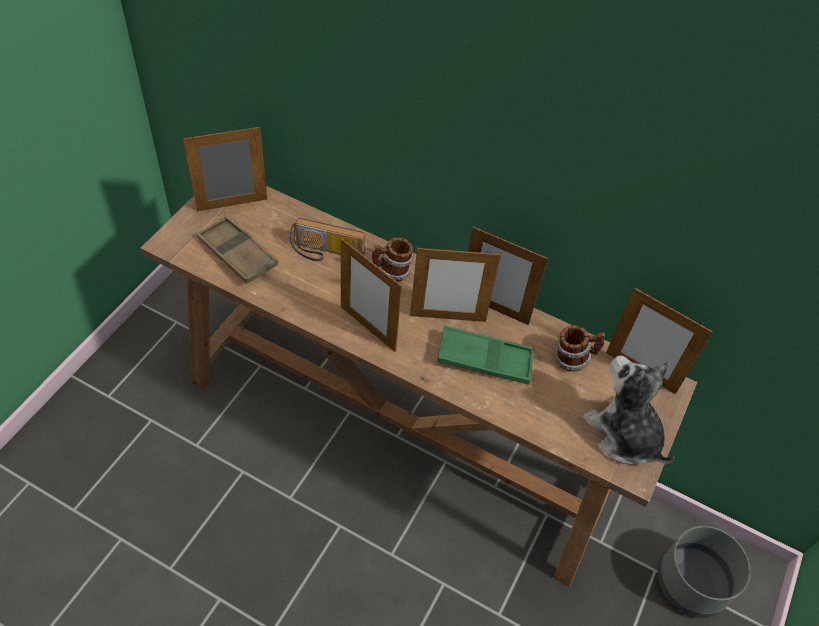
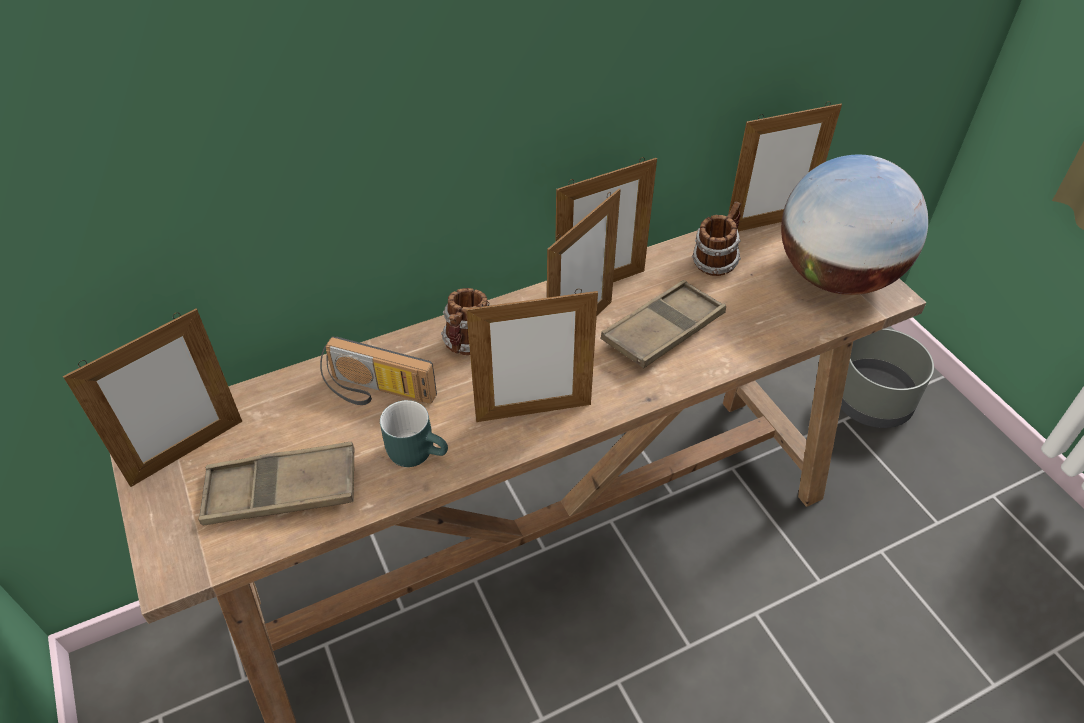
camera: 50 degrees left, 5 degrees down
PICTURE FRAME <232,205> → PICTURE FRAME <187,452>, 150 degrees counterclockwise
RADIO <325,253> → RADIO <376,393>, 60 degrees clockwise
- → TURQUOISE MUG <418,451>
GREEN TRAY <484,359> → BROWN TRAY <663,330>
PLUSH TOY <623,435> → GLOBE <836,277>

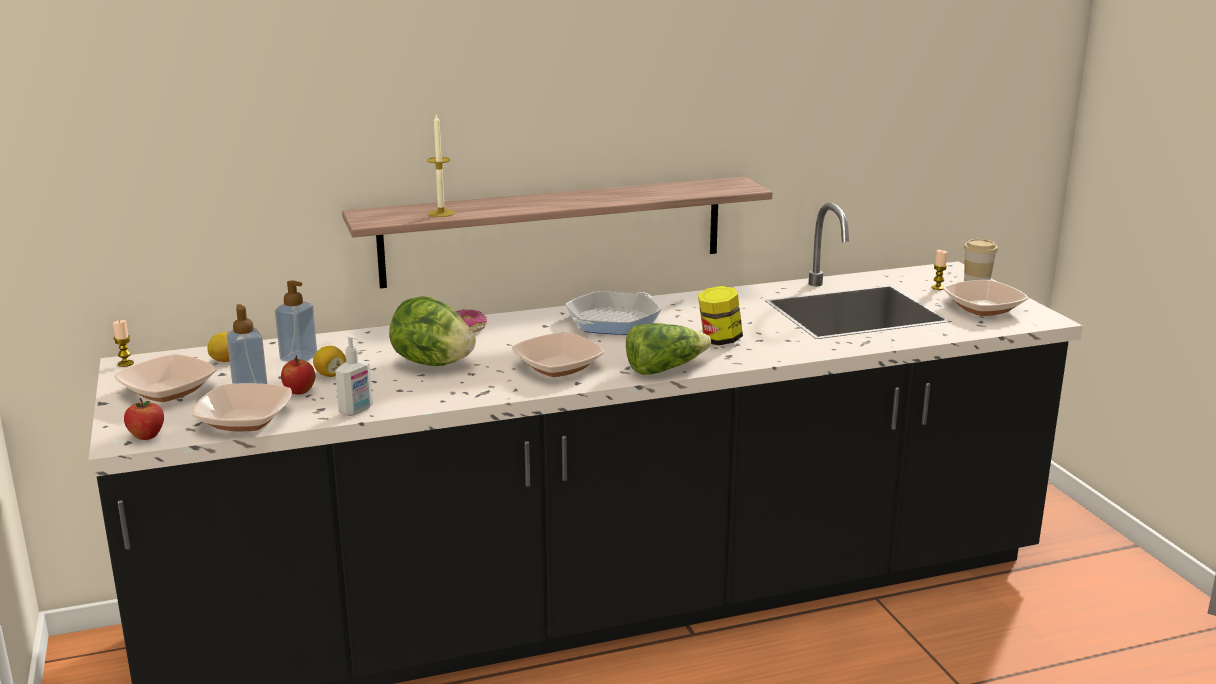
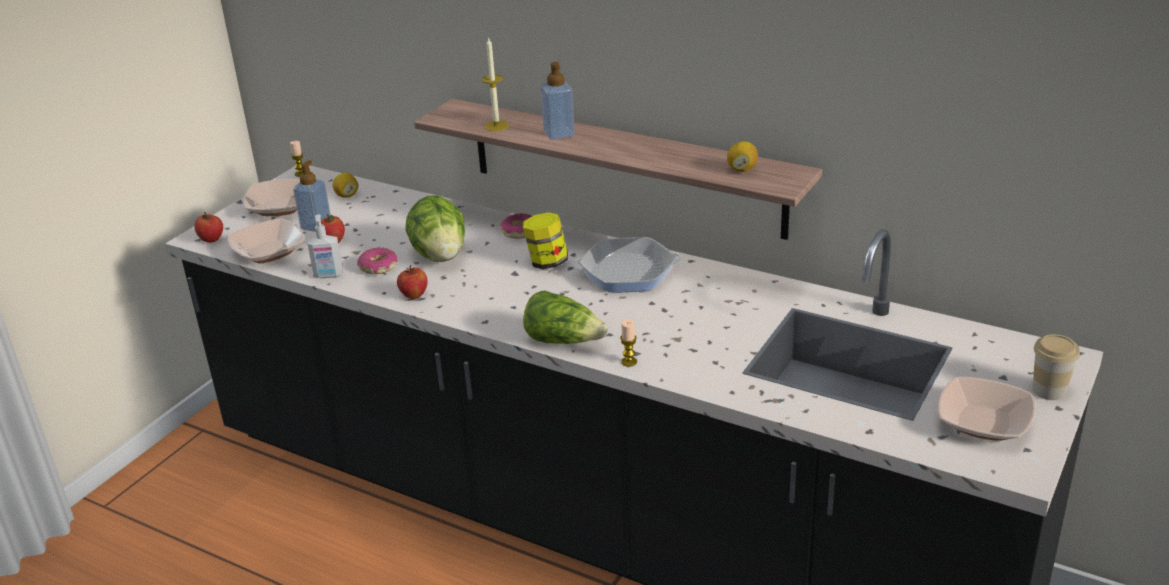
camera: 50 degrees right, 10 degrees up
- → DONUT <378,267>
- → APPLE <414,295>
JAR <719,340> → JAR <547,262>, relocated
SOAP DISPENSER <299,358> → SOAP DISPENSER <559,134>, relocated
CANDLE <938,288> → CANDLE <629,362>, relocated
LEMON <330,375> → LEMON <742,169>, relocated
BOWL <558,367> → -

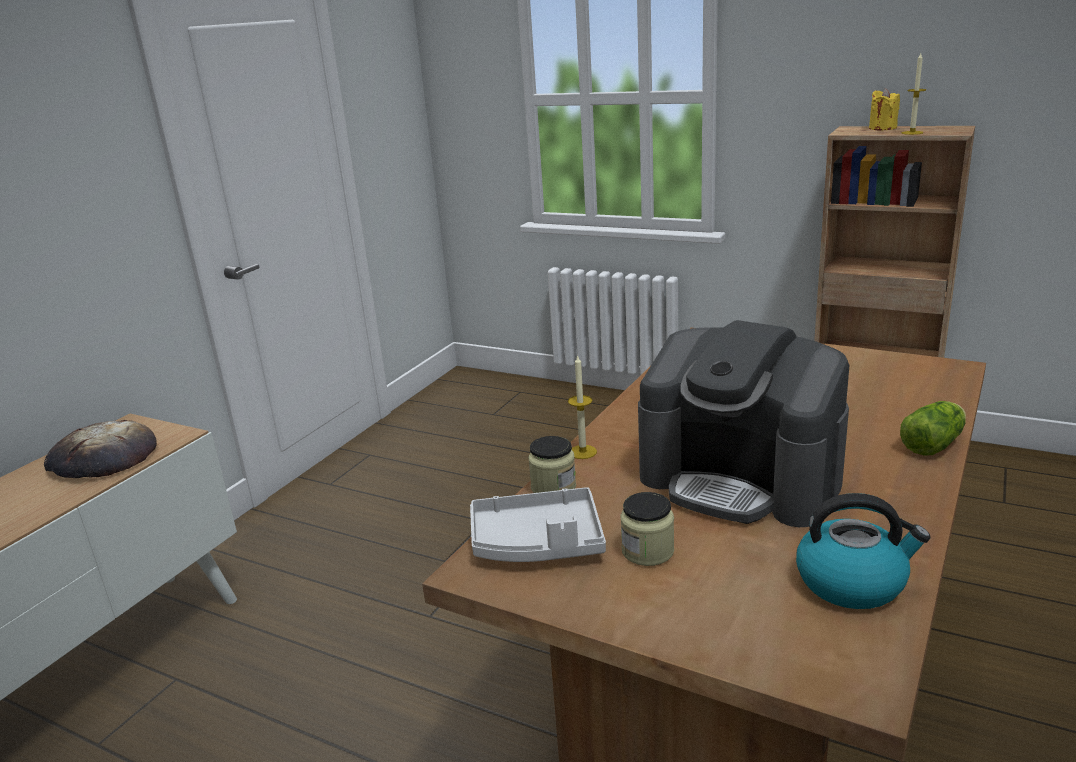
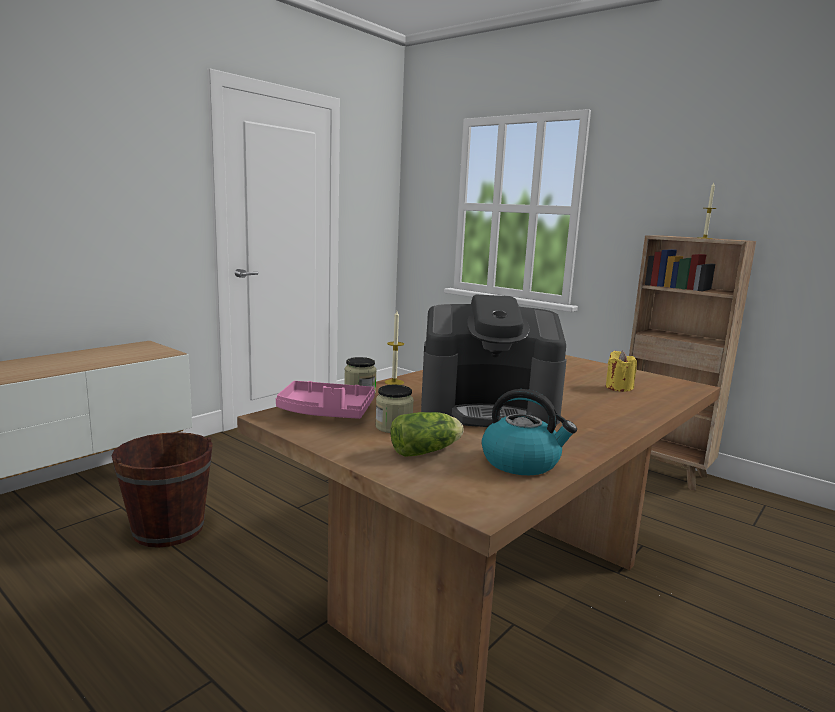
camera: 10 degrees right, 10 degrees down
- → BROWN BUCKET <168,529>
GREY TRAY <538,543> → PINK TRAY <326,412>
LETTUCE <934,444> → LETTUCE <427,451>, relocated
COFFEE MACHINE <741,479> → COFFEE MACHINE <489,408>, 45 degrees counterclockwise
YELLOW CANDLE <882,128> → YELLOW CANDLE <618,388>, relocated
BREAD <103,458> → -

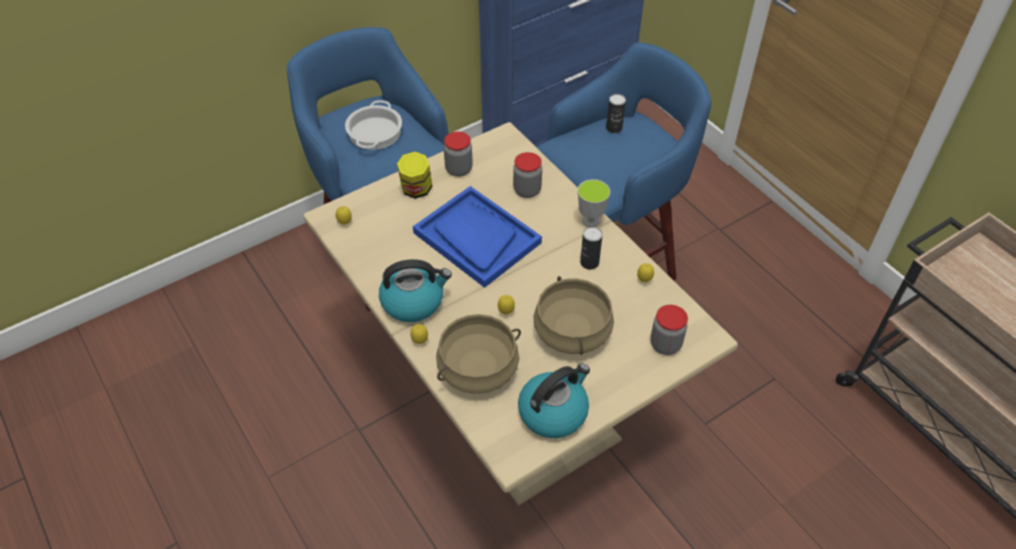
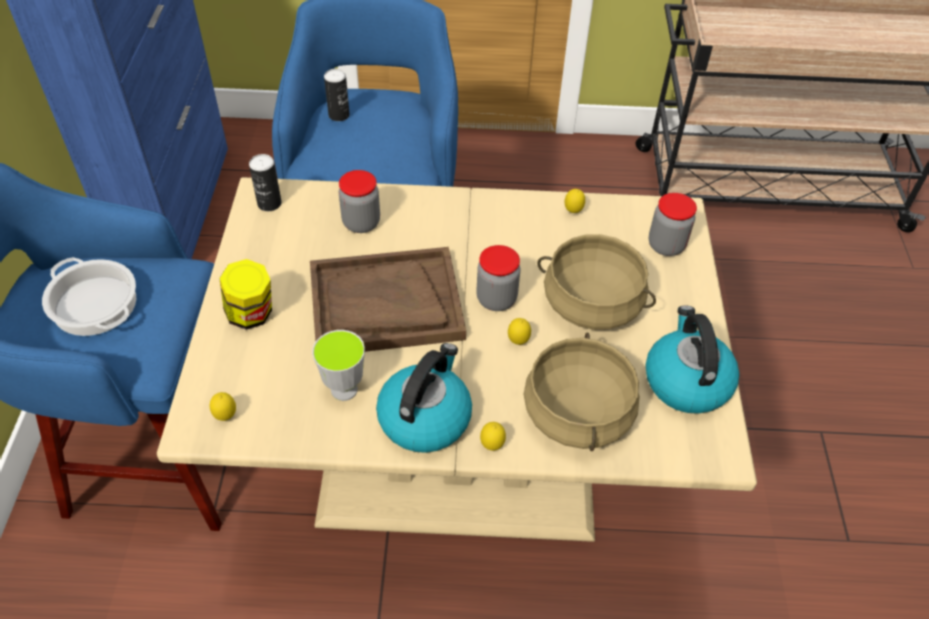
camera: 55 degrees left, 0 degrees up
CAN <589,262> → CAN <269,203>, relocated
BLUE TRAY <476,238> → BROWN TRAY <385,304>
CUP <590,220> → CUP <344,389>, relocated
JAR <459,169> → JAR <496,299>, relocated

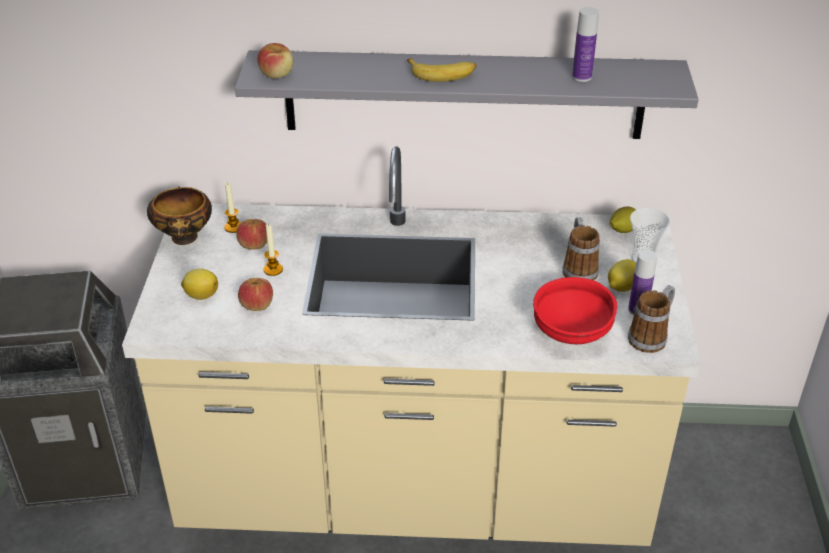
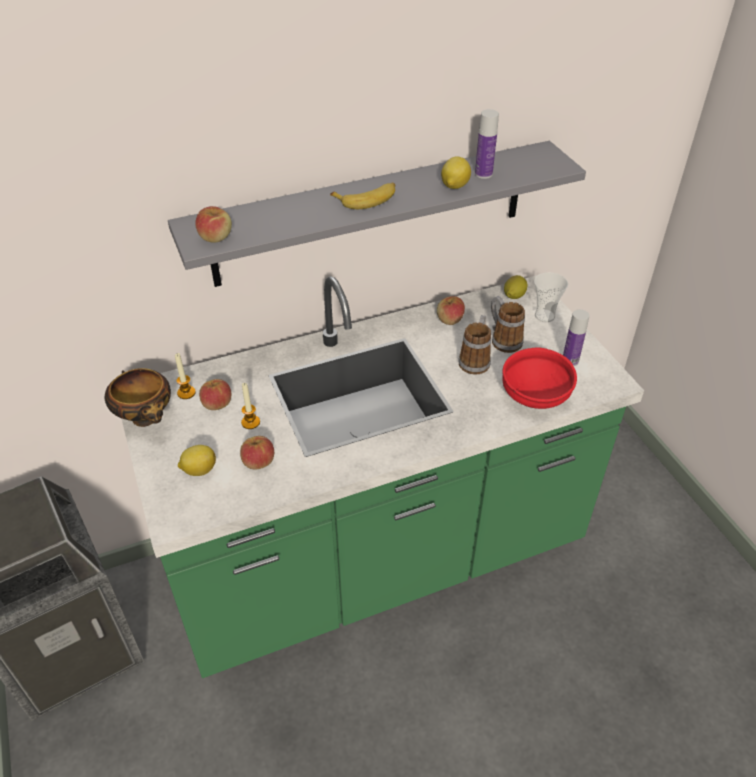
camera: 25 degrees left, 5 degrees up
BEIGE COUNTER <414,490> → GREEN COUNTER <378,559>
- → APPLE <449,320>
LEMON <621,287> → LEMON <454,186>, relocated
MUG <651,336> → MUG <475,360>, relocated

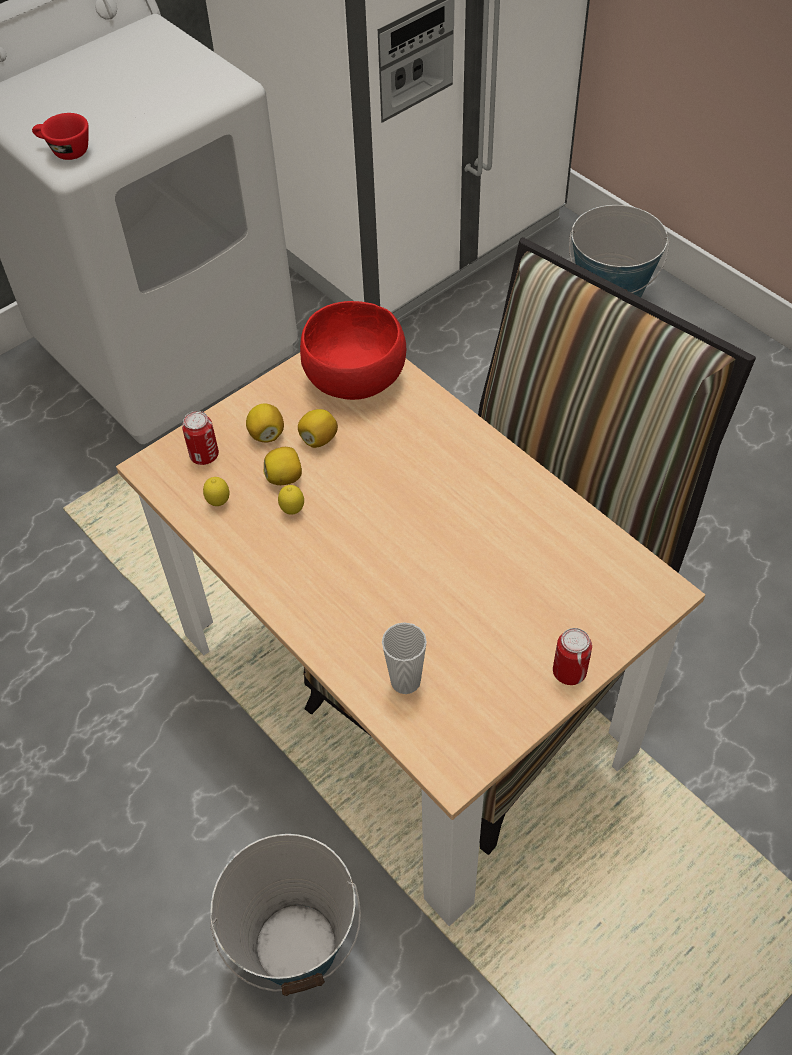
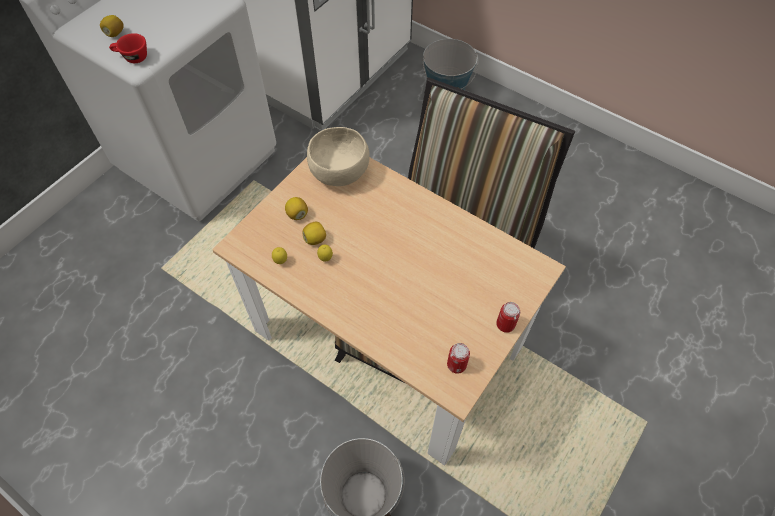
camera: 15 degrees left, 5 degrees up
LEMON <318,439> → LEMON <115,33>, relocated
RED BOWL <356,379> → BEIGE BOWL <340,172>
CAN <204,455> → CAN <456,365>, relocated
CUP <405,681> → -

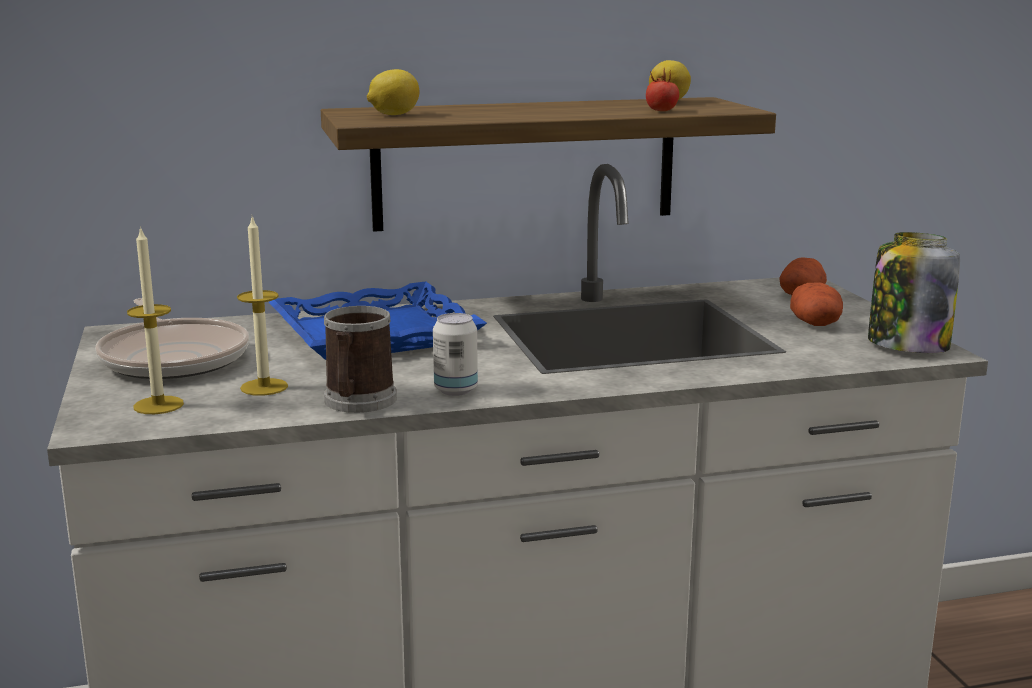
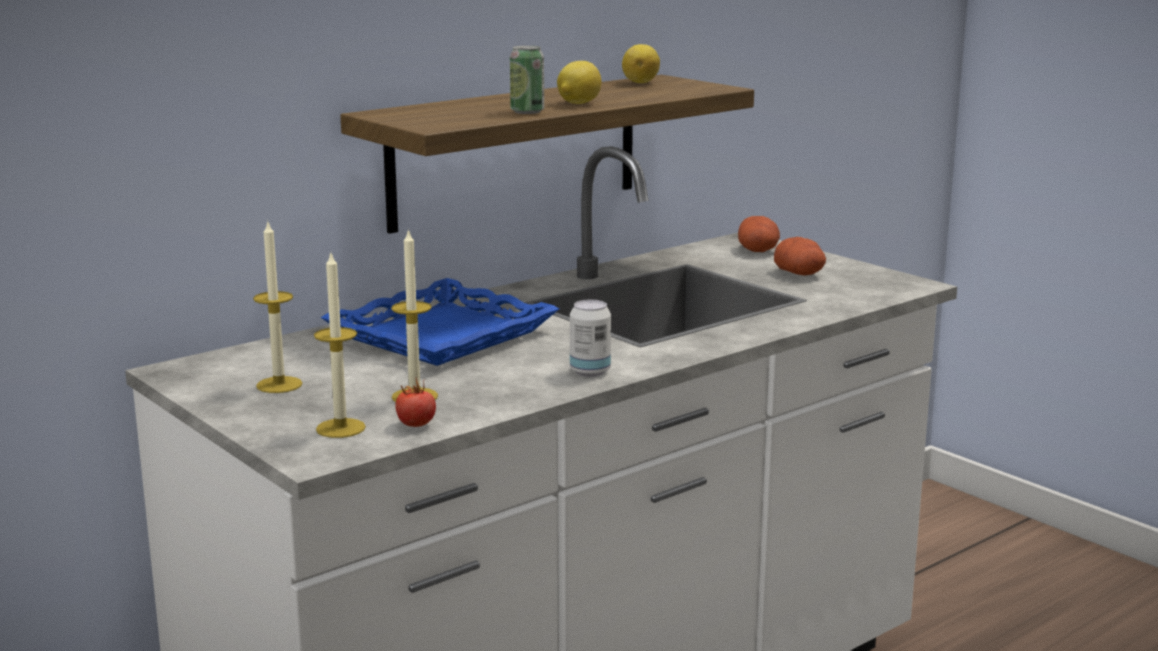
camera: 25 degrees left, 0 degrees up
FRYING PAN <173,357> → CANDLE <279,385>
TOMATO <661,111> → TOMATO <416,424>, relocated
- → CAN <527,111>
LEMON <393,114> → LEMON <578,103>, relocated
MUG <357,402> → -
JAR <906,345> → -

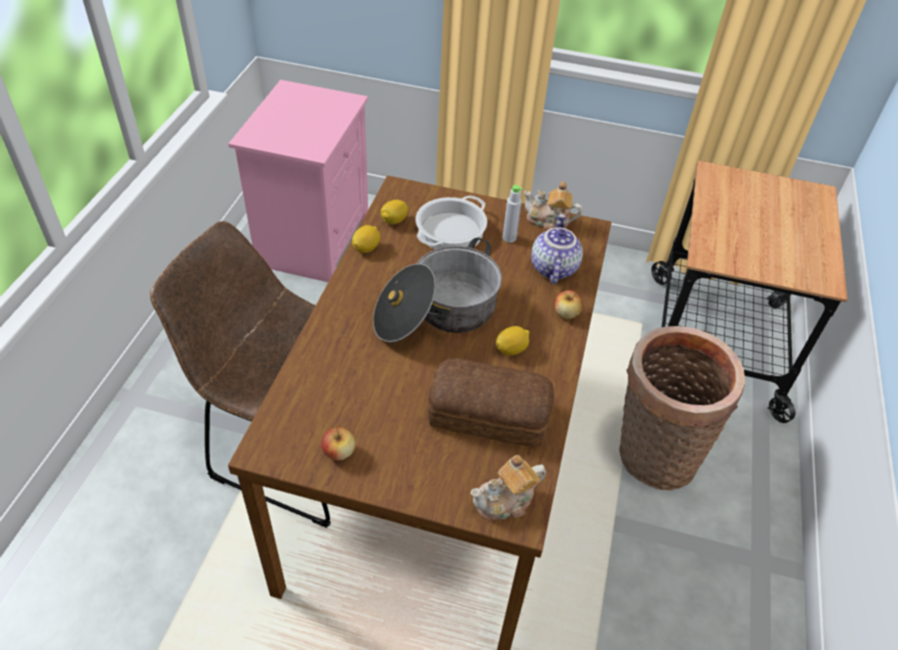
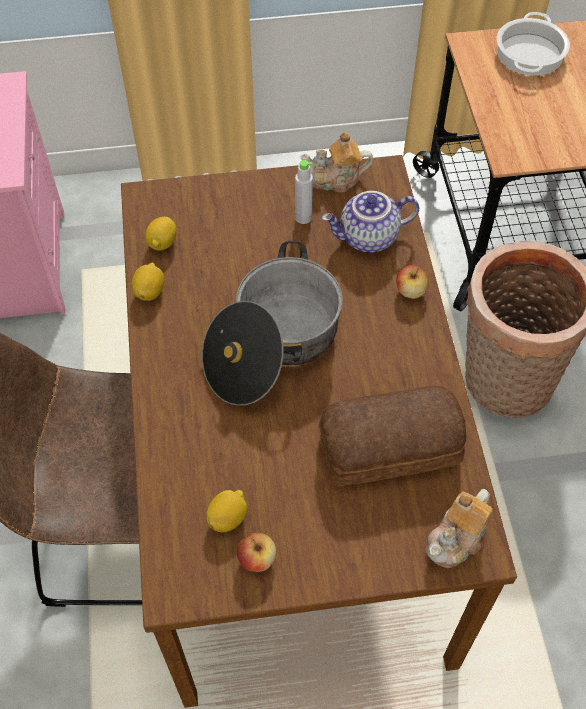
camera: 20 degrees left, 10 degrees up
LEMON <511,349> → LEMON <228,518>, relocated
TEAPOT <552,268> → TEAPOT <368,238>, 90 degrees counterclockwise
COOKING POT <451,232> → COOKING POT <530,54>, relocated

